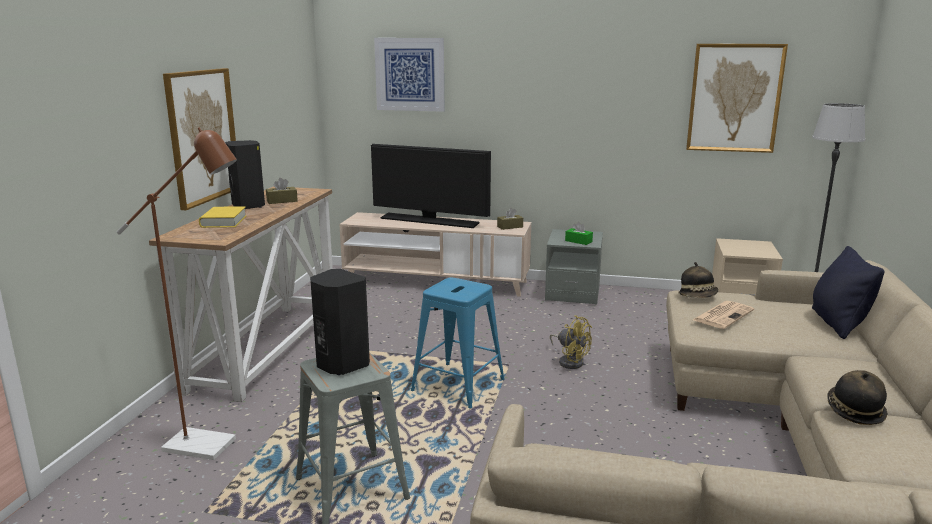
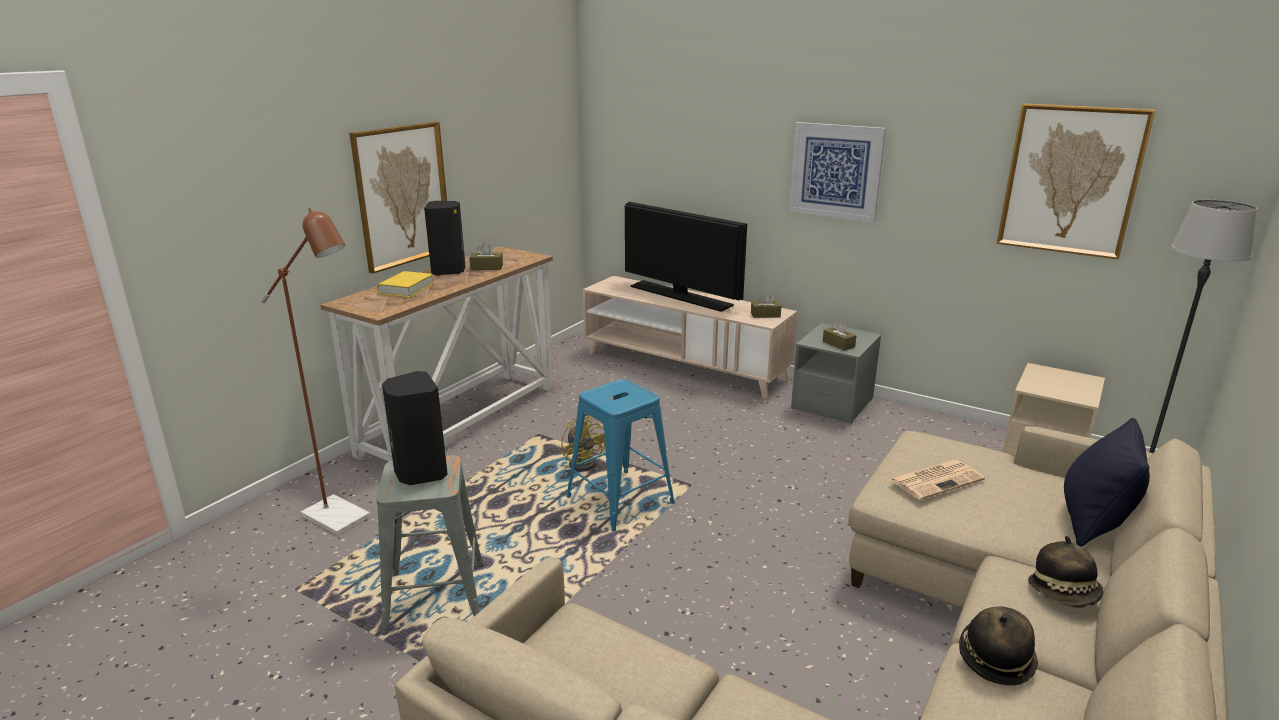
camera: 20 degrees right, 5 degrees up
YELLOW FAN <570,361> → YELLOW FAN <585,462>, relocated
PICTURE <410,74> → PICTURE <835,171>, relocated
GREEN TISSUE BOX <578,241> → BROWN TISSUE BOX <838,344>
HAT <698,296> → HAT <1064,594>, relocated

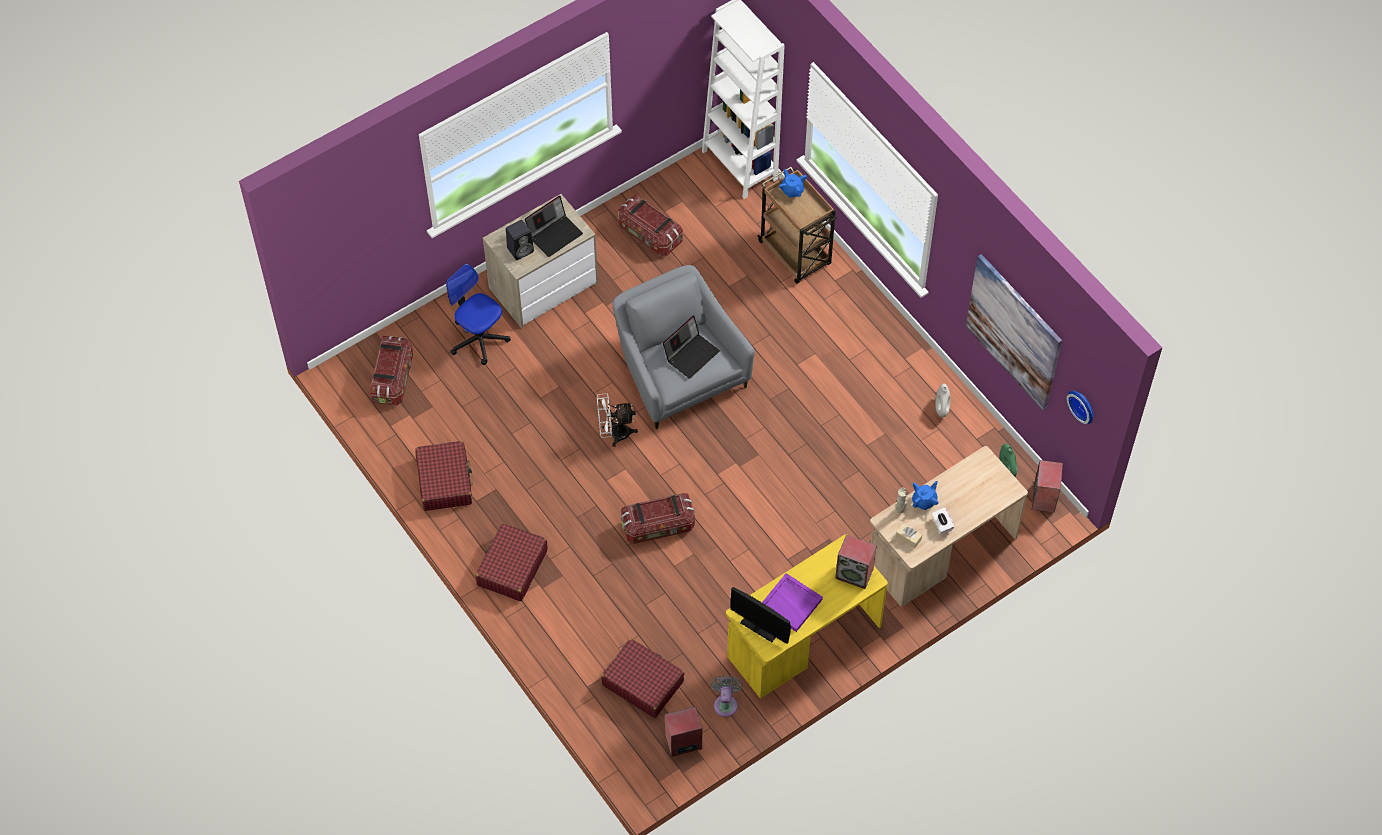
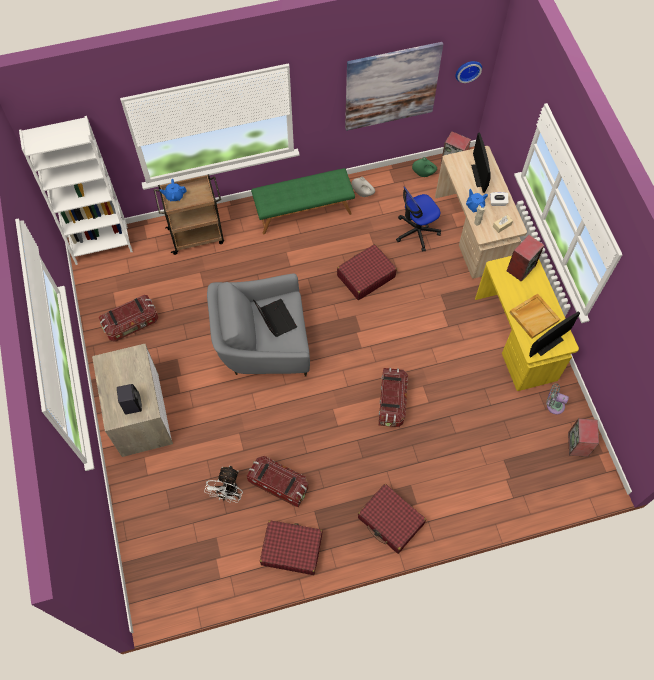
camera: 70 degrees left, 5 degrees up
WHITE FAN <614,433> → WHITE FAN <228,493>, relocated
STORAGE BOX <393,379> → STORAGE BOX <279,484>, relocated
- → GREEN BENCH <303,211>
RED SUITCASE <642,683> → RED SUITCASE <365,276>, relocated
OFFICE CHAIR <479,339> → OFFICE CHAIR <416,232>, relocated
- → MONITOR <480,175>
PURPLE TRAY <791,603> → BEIGE TRAY <534,316>
LAPTOP <555,234> → -

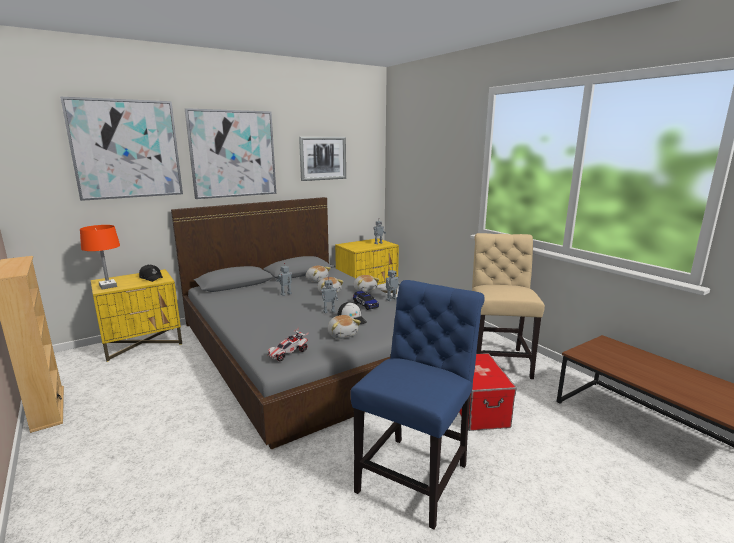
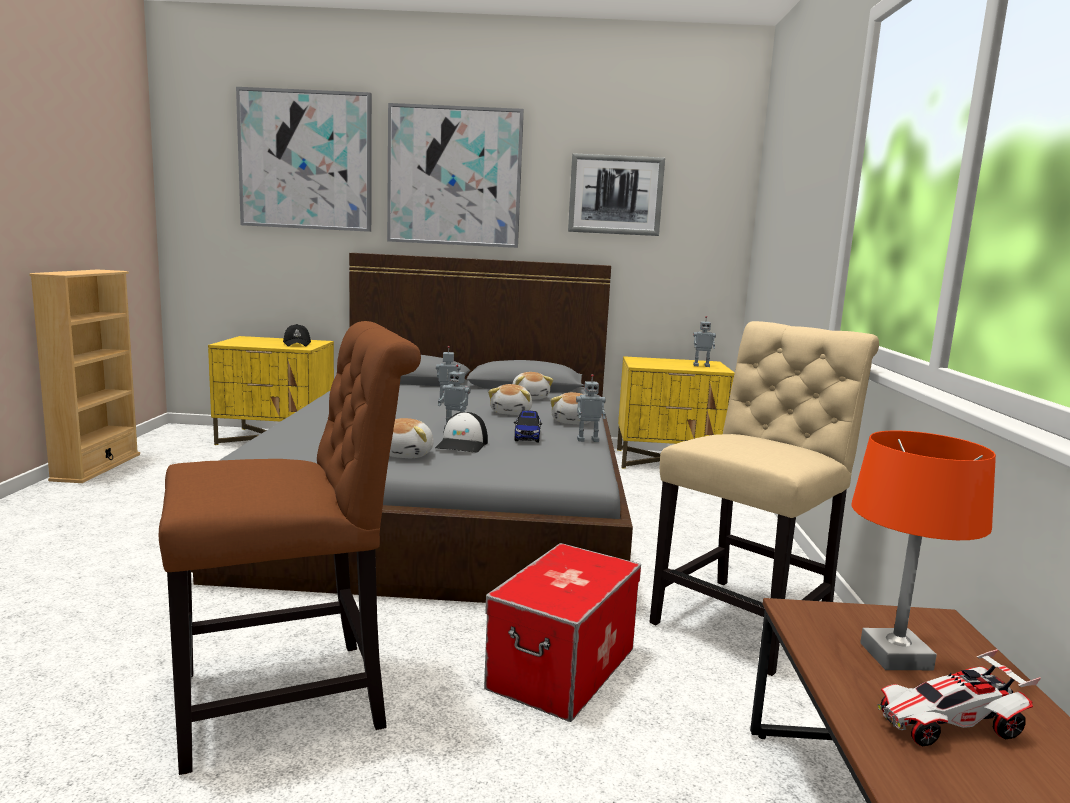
camera: 35 degrees right, 5 degrees down
BLUE CHAIR <416,474> → BROWN CHAIR <293,699>
ORANGE TABLE LAMP <108,286> → ORANGE TABLE LAMP <896,657>, relocated
TOY CAR <288,353> → TOY CAR <949,726>, relocated

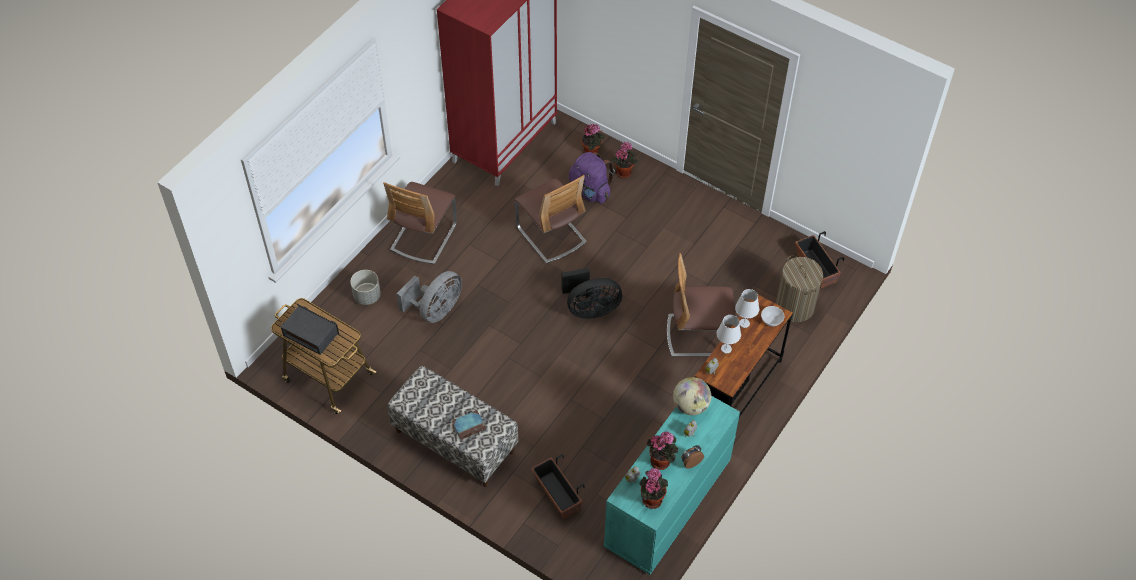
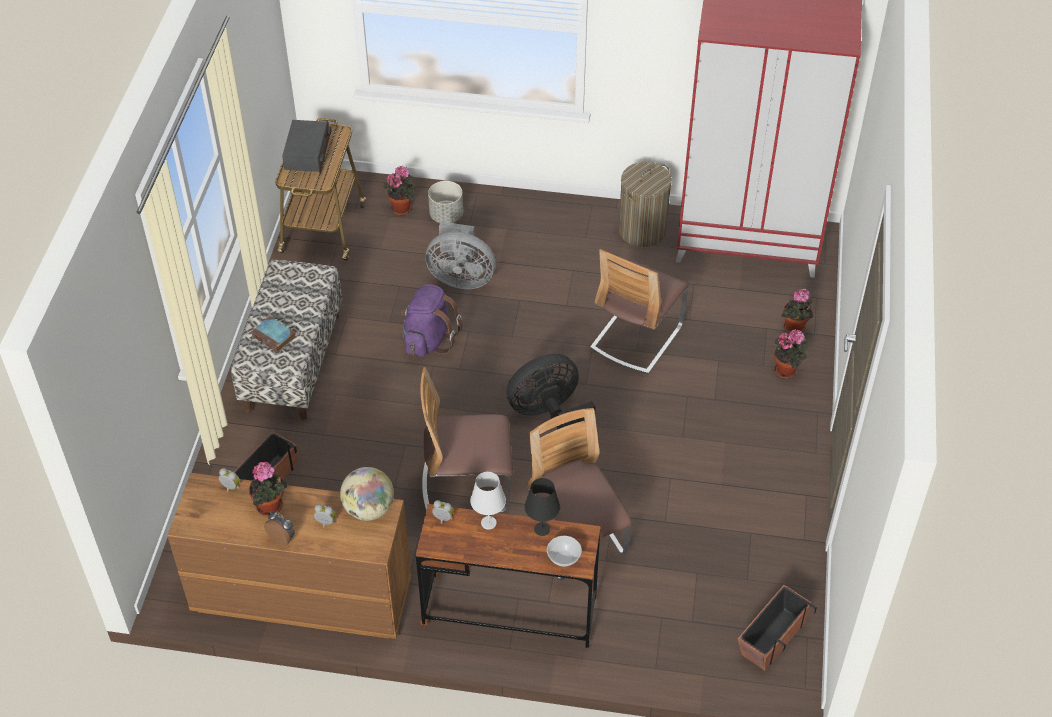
camera: 65 degrees right, 5 degrees down
TURQUOISE DRESSER <667,505> → BROWN DRESSER <300,595>
POTTED PLANT <651,498> → POTTED PLANT <402,207>, relocated
PURPLE BACKPACK <590,191> → PURPLE BACKPACK <429,340>, relocated
CHAIR <423,237> → CHAIR <466,486>, relocated
BLACK FAN <590,309> → BLACK FAN <549,415>, 105 degrees clockwise
WHITE TABLE LAMP <744,323> → BLACK TABLE LAMP <542,529>
LAUNDRY BASKET <794,306> → LAUNDRY BASKET <642,230>, relocated

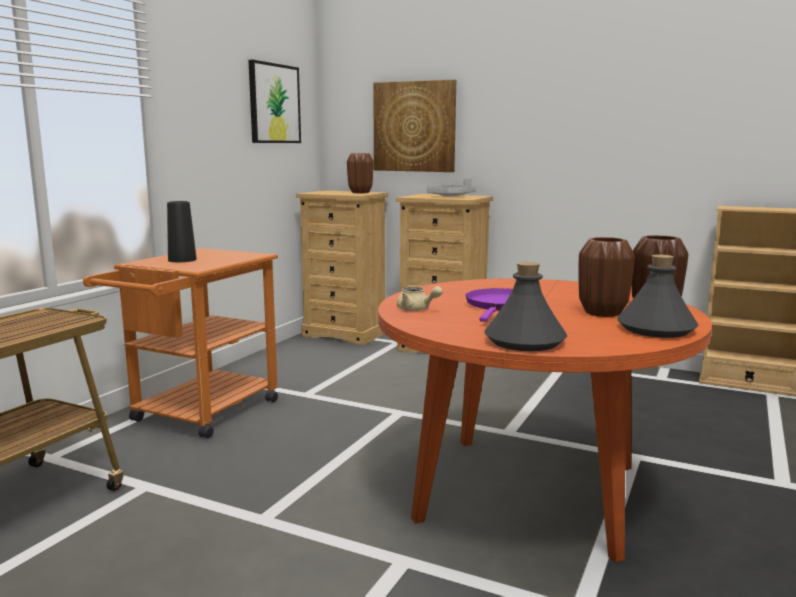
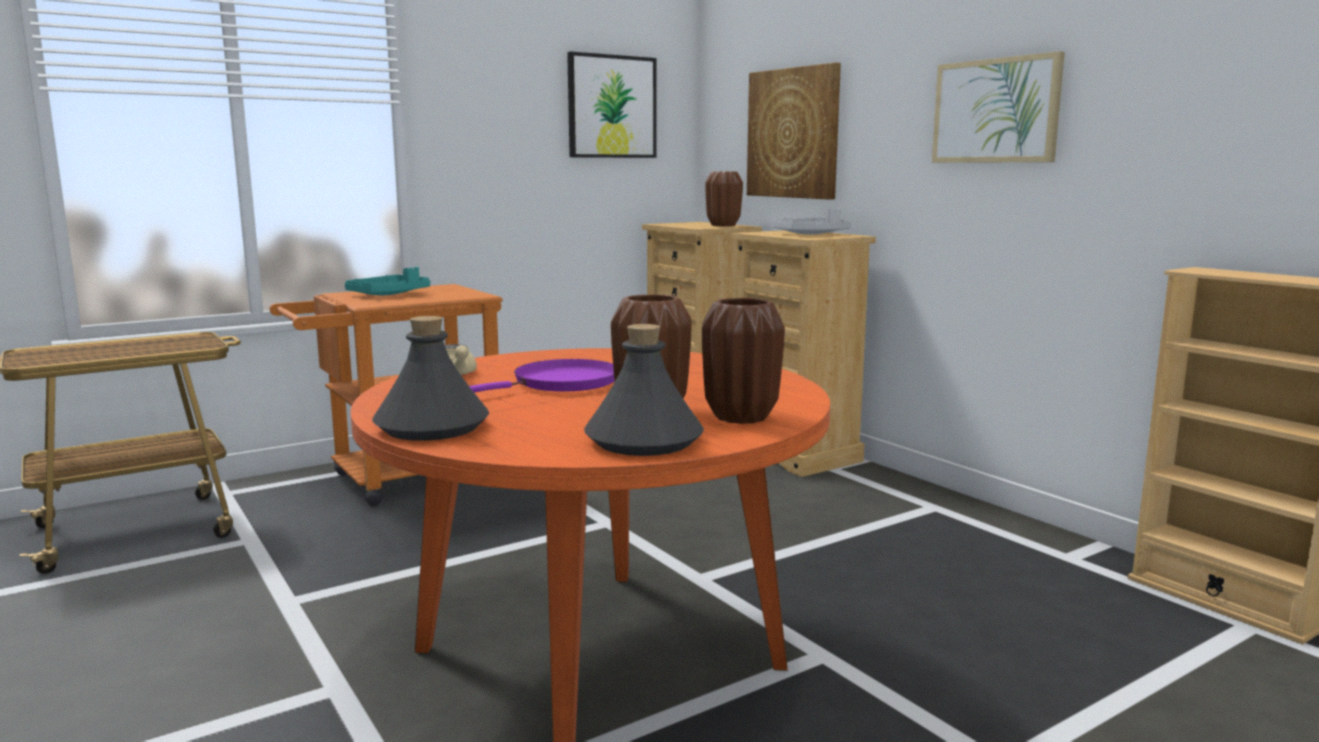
camera: 30 degrees right, 0 degrees up
BLACK VASE <182,260> → TURQUOISE TRAY <389,294>
- → PICTURE <996,111>

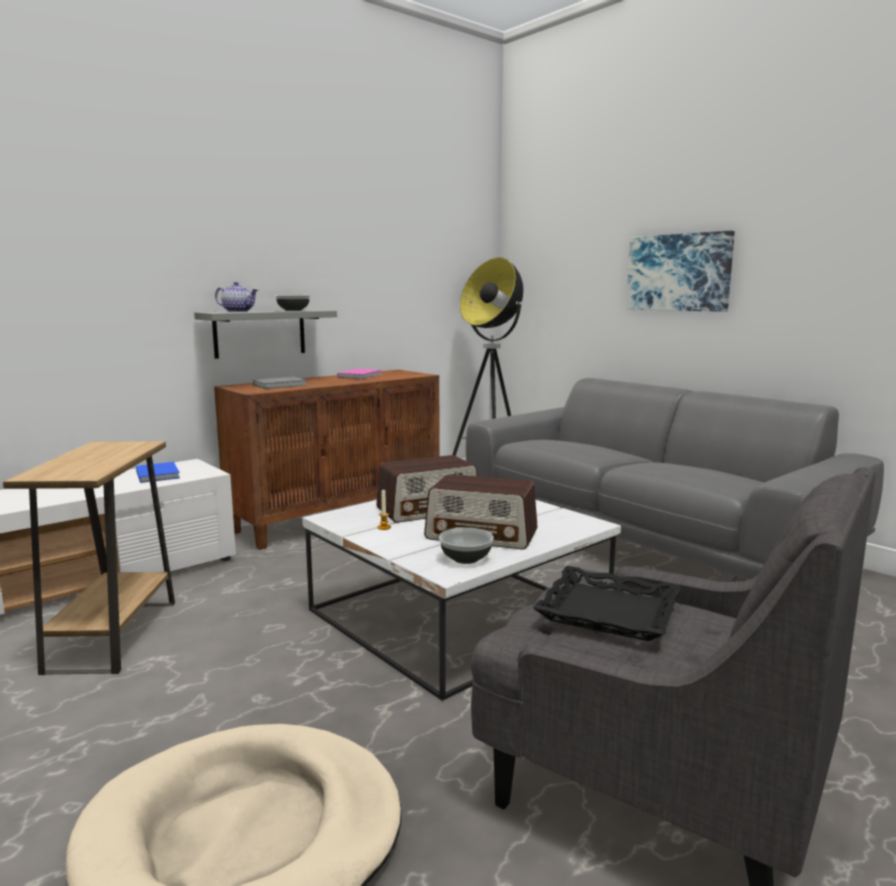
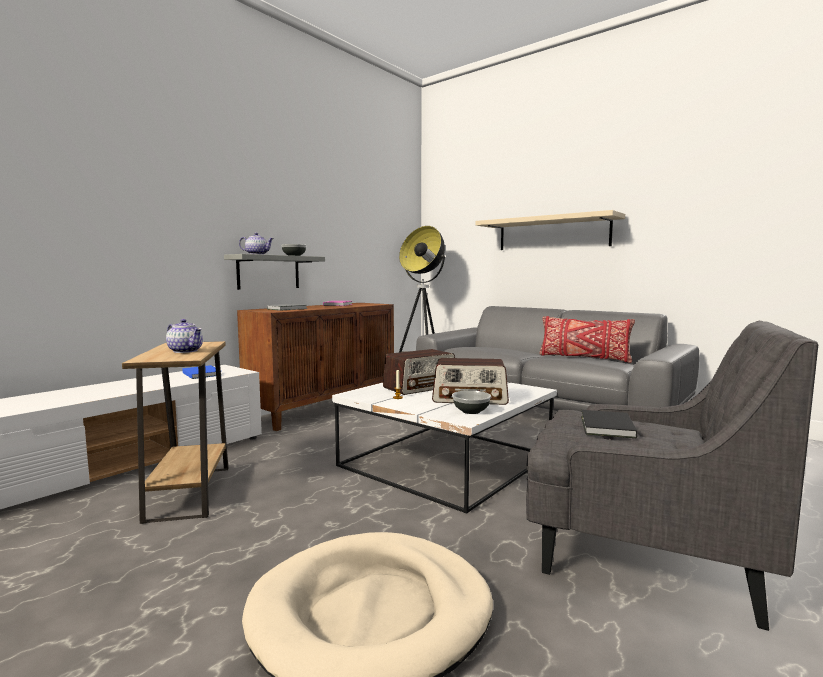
camera: 10 degrees left, 5 degrees down
- → TEAPOT <186,351>
PICTURE <679,272> → BEIGE SHELF <552,233>
- → RED PILLOW <583,358>
BLACK TRAY <608,612> → BLACK BOOK <606,427>

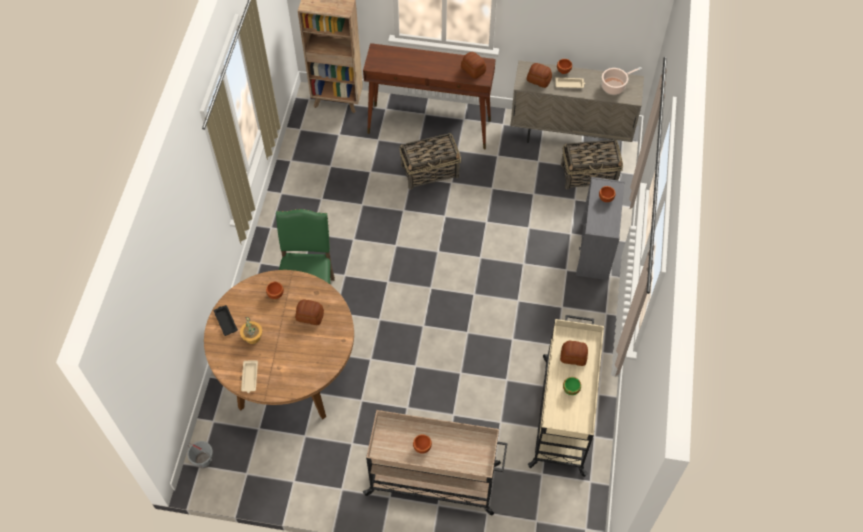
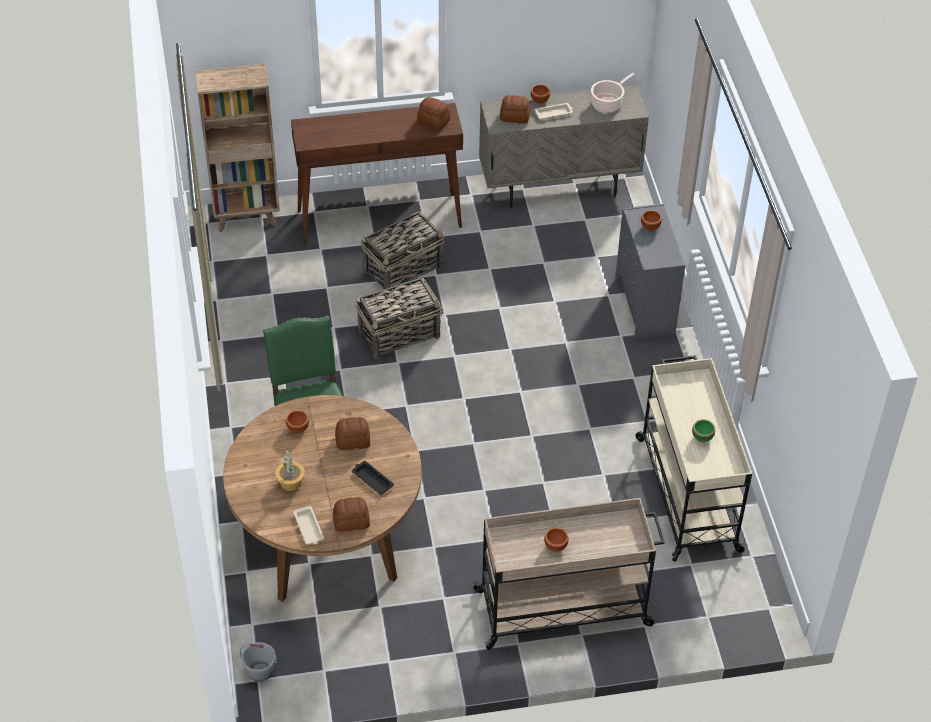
camera: 20 degrees left, 10 degrees down
BREAD <573,356> → BREAD <351,521>, relocated
BLACK TRAY <225,321> → BLACK TRAY <372,479>, relocated
BASKET <589,174> → BASKET <400,333>, relocated

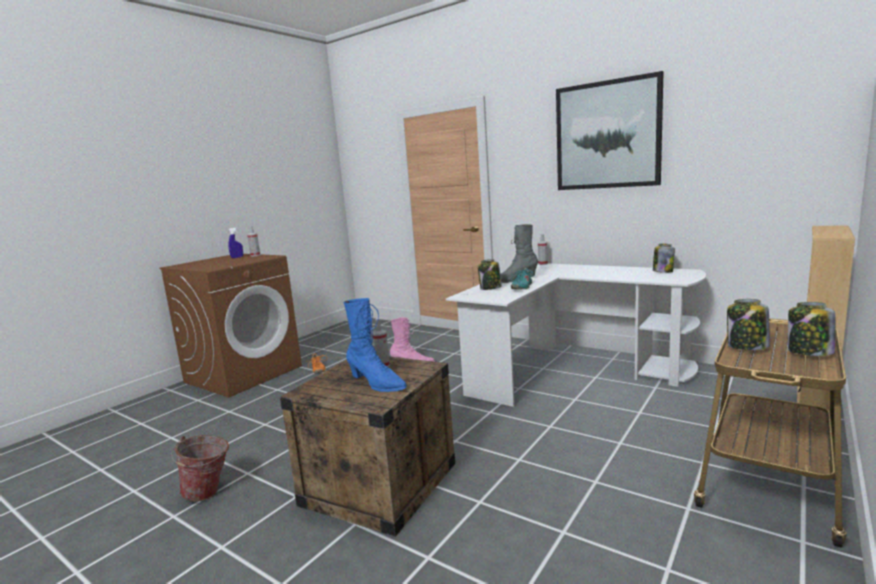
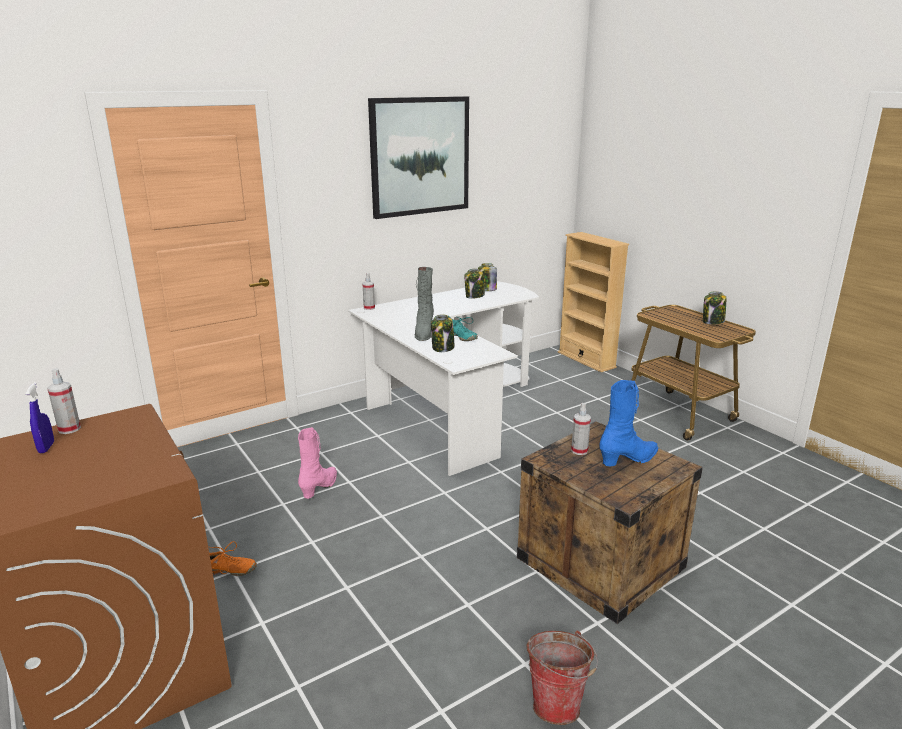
camera: 70 degrees left, 10 degrees up
JAR <746,346> → JAR <474,296>, relocated

